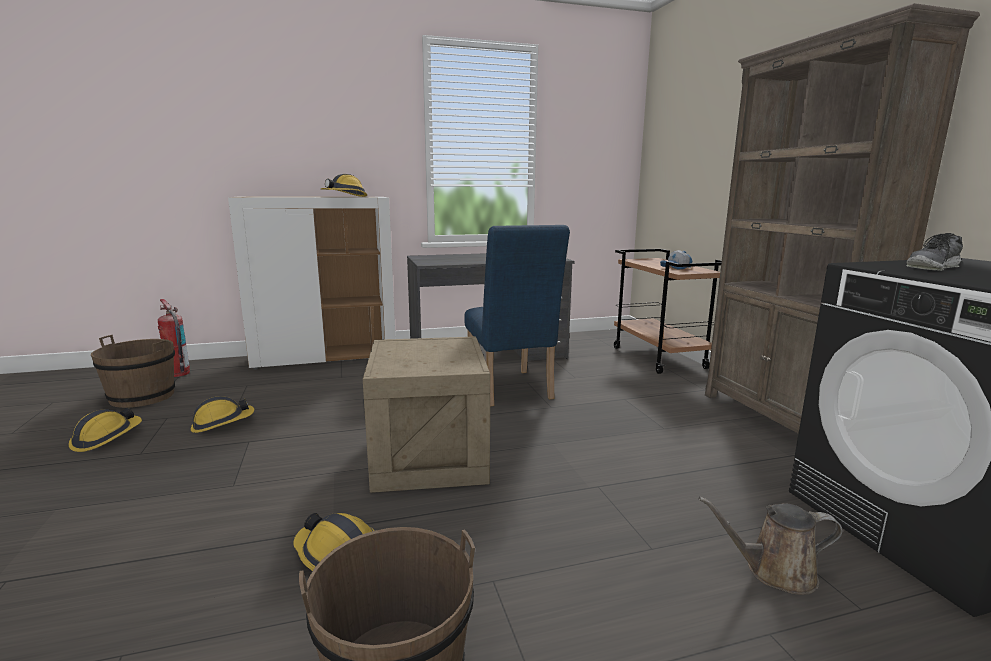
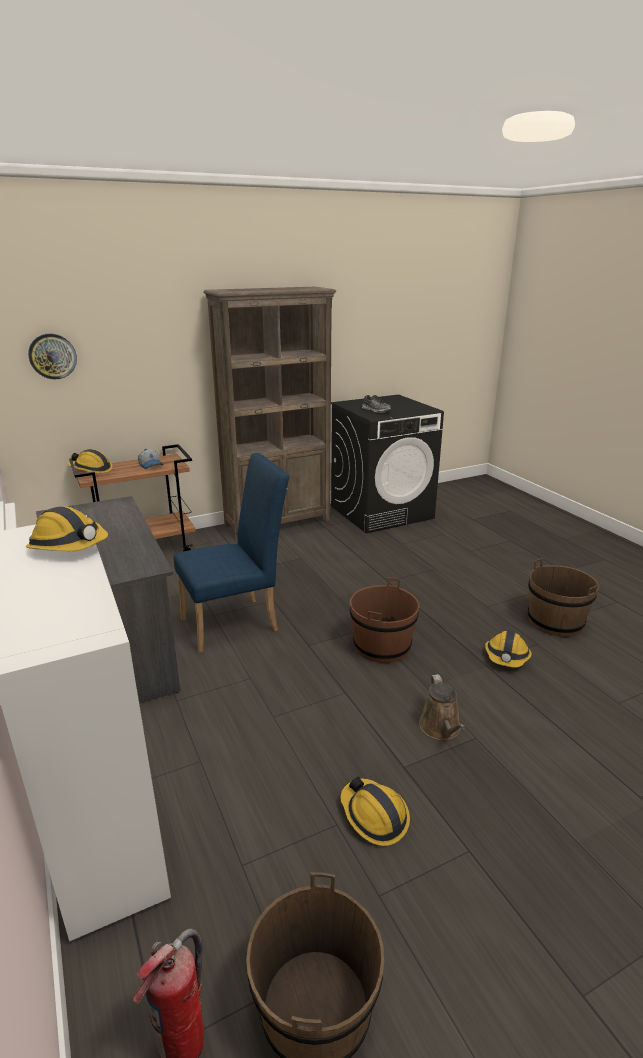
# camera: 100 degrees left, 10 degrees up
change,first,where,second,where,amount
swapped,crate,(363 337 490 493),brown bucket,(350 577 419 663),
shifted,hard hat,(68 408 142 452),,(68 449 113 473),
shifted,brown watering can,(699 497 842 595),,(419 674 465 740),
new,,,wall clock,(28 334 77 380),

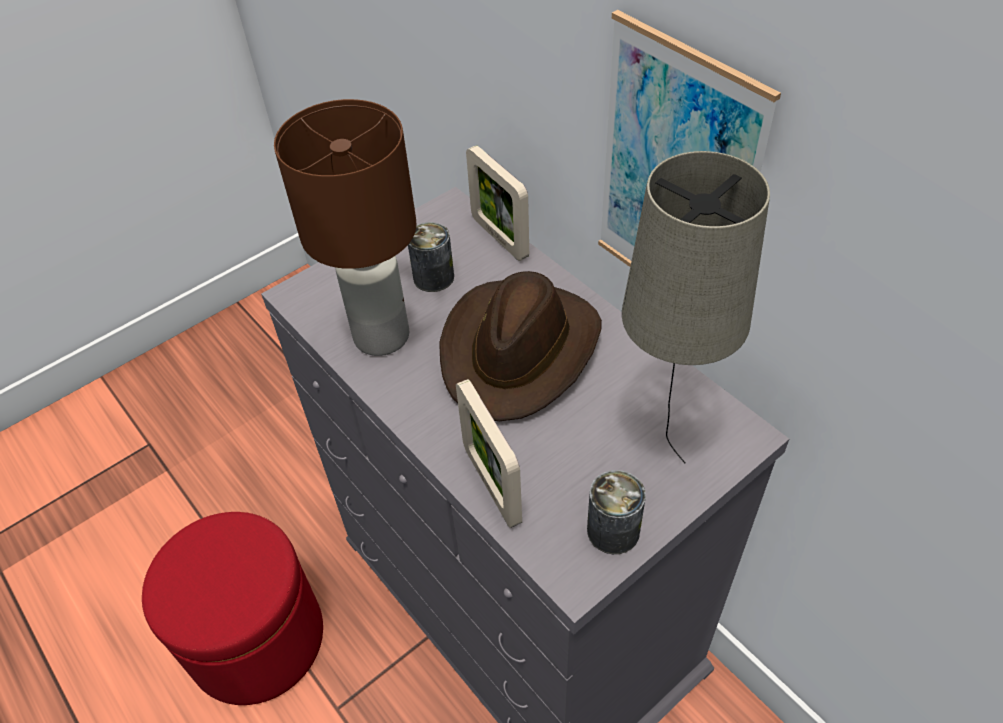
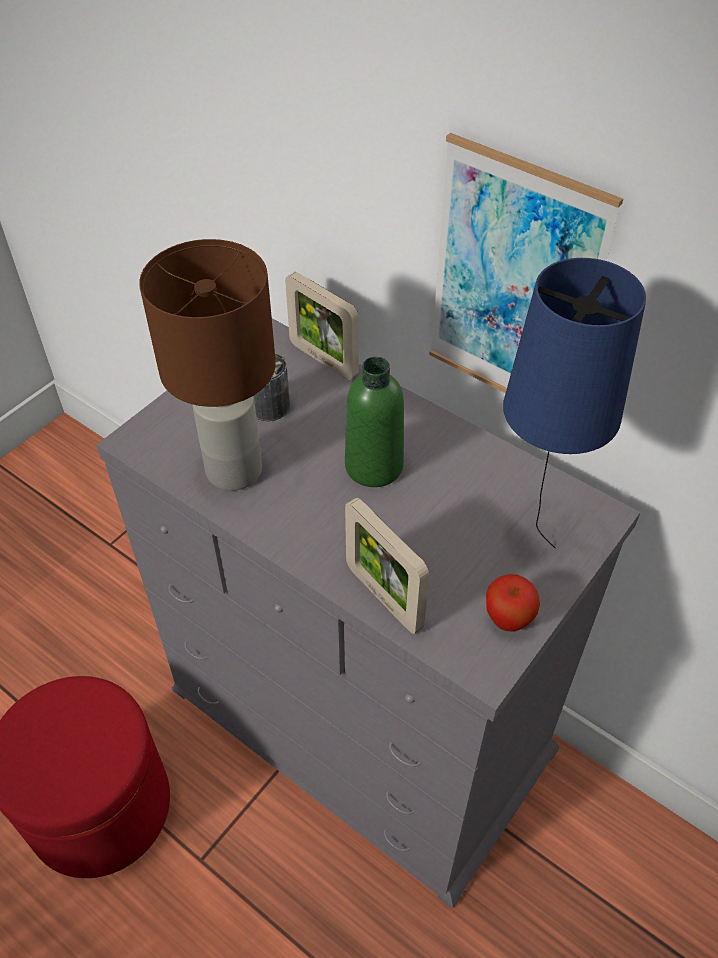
# camera: 15 degrees left, 0 degrees up
change,first,where,second,where,amount
repainted,beige table lamp,(622 151 770 463),blue table lamp,(503 258 646 549),
swapped,brown hat,(439 271 602 421),green bottle,(345 357 404 487),
swapped,can,(587 470 646 554),apple,(486 574 540 632),

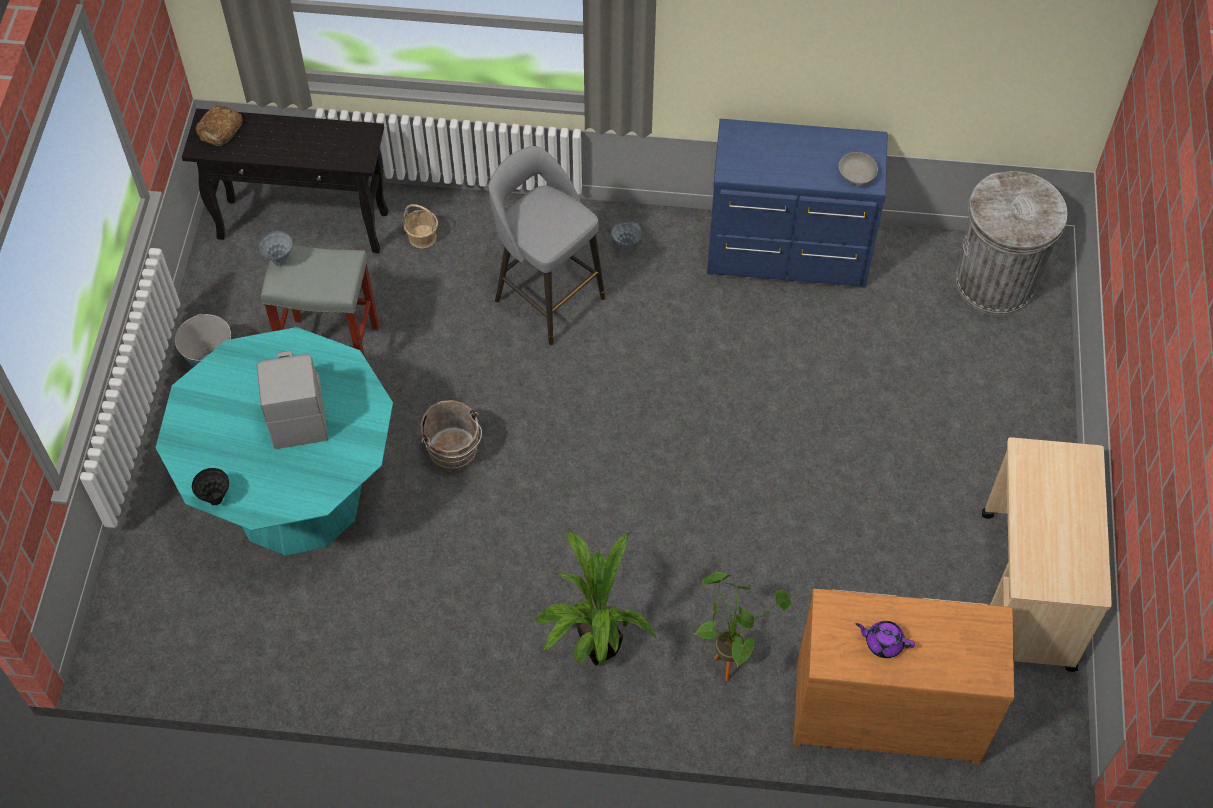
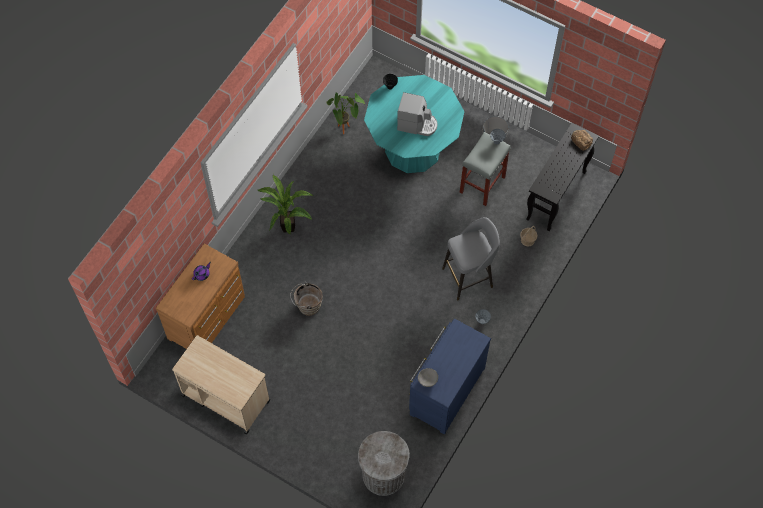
# camera: 115 degrees right, 5 degrees up
change,first,where,second,where,amount
shifted,brown bucket,(421 400 482 472),,(290 282 323 316),
shifted,potted plant,(695 572 791 681),,(327 92 365 134),

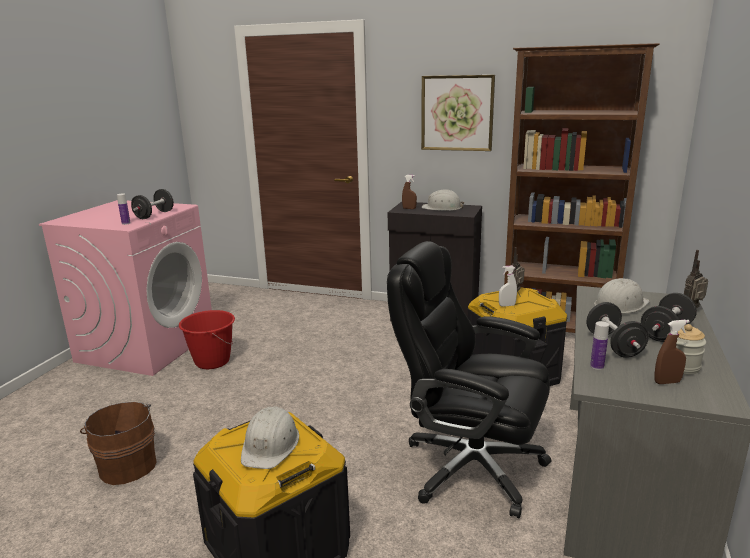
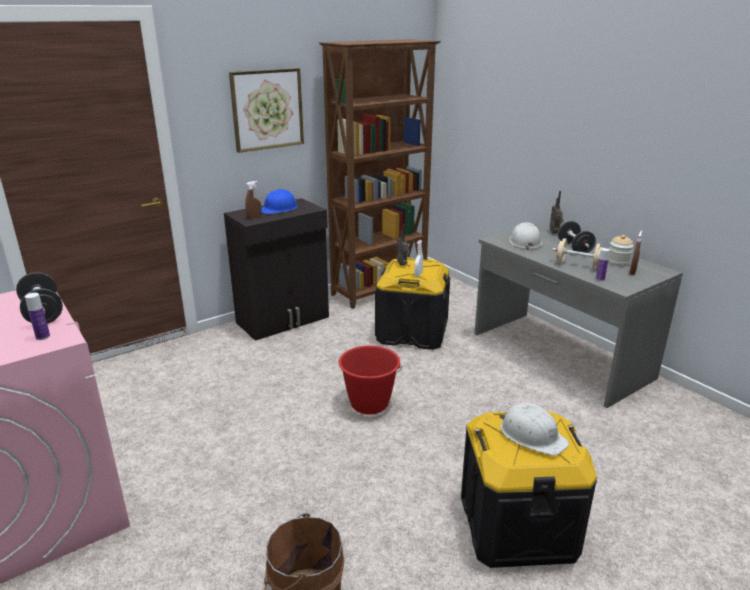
# camera: 55 degrees left, 5 degrees up
change,first,where,second,where,amount
repainted,white hard hat,(422 189 465 211),blue hard hat,(261 189 297 214),
gone,black office chair,(387 241 552 518),,,
repainted,black dumbbell,(586 302 649 358),beige dumbbell,(552 238 603 269),
shifted,red bucket,(179 310 235 369),,(338 345 402 415),

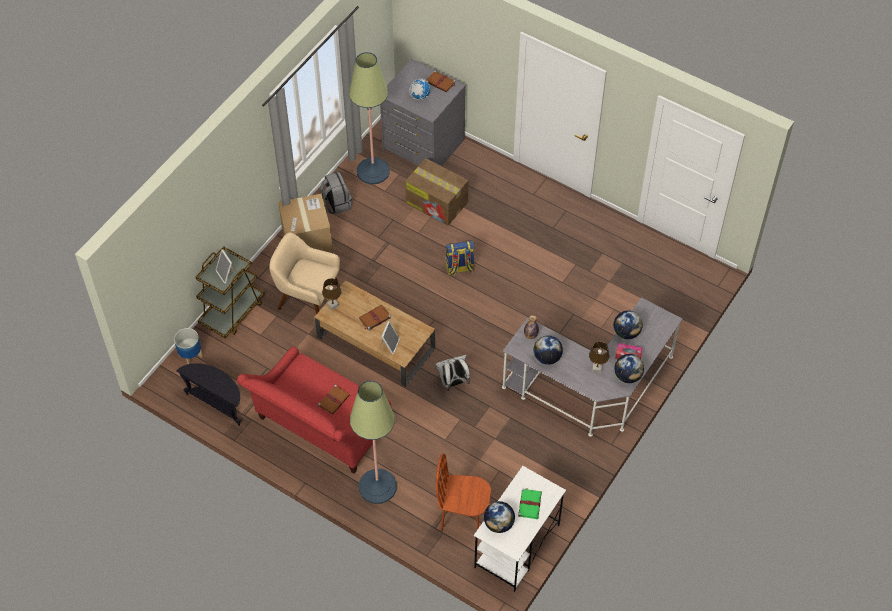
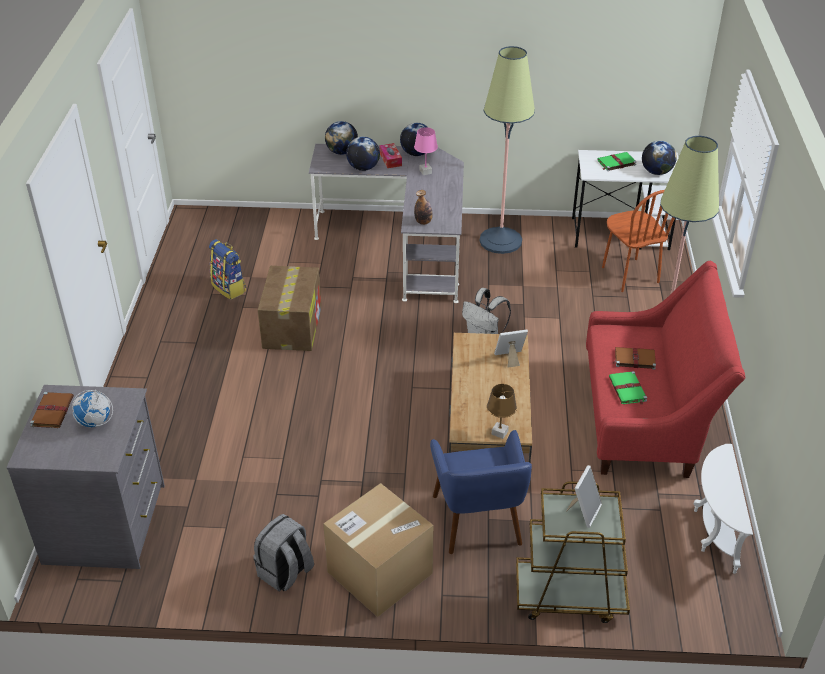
# camera: 120 degrees left, 15 degrees down
change,first,where,second,where,amount
shifted,floor lamp,(349 52 390 184),,(480 46 535 254),
shifted,cardboard box,(405 158 468 226),,(258 266 322 351),
repainted,beige armchair,(269 232 340 315),blue armchair,(430 430 532 554),
shifted,backpack,(445 240 475 275),,(209 239 246 300),
gone,brown book,(359 305 391 331),,,
gone,planter,(174 328 203 364),,,
shifted,globe,(534 335 563 365),,(325 121 358 155),
repainted,brown table lamp,(589 341 609 373),pink table lamp,(414 127 438 175),
repainted,black side table,(176 363 241 426),white side table,(693 444 753 574),
new,,,green book,(609 371 647 405),

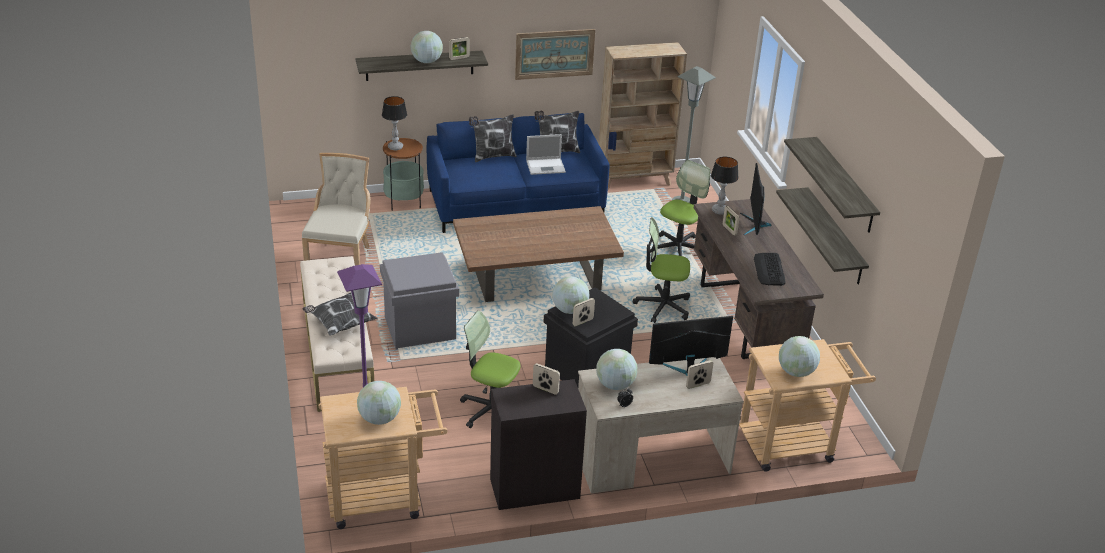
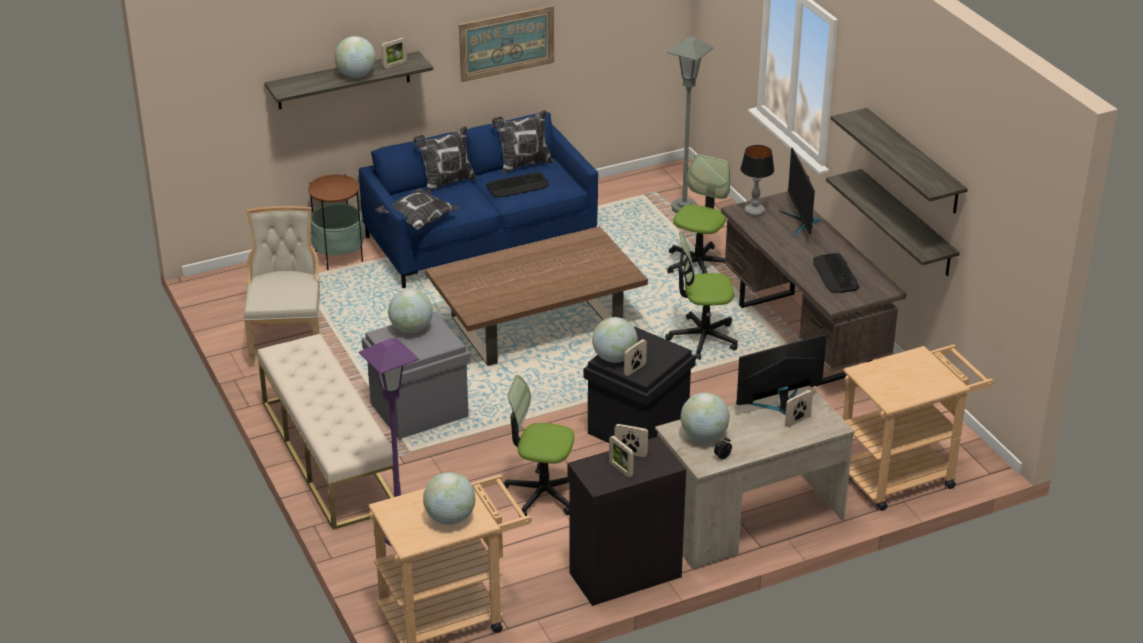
# camera: 10 degrees left, 0 degrees up
change,first,where,second,where,amount
gone,beige bookcase,(599 42 687 190),,,
gone,table lamp,(382 96 407 150),,,
swapped,laptop,(526 134 566 175),keyboard,(486 172 549 197),
shifted,picture frame,(723 206 740 236),,(609 435 634 478),
shifted,pillow,(303 293 378 336),,(376 188 459 230),
shifted,globe,(779 336 820 377),,(388 289 433 333),

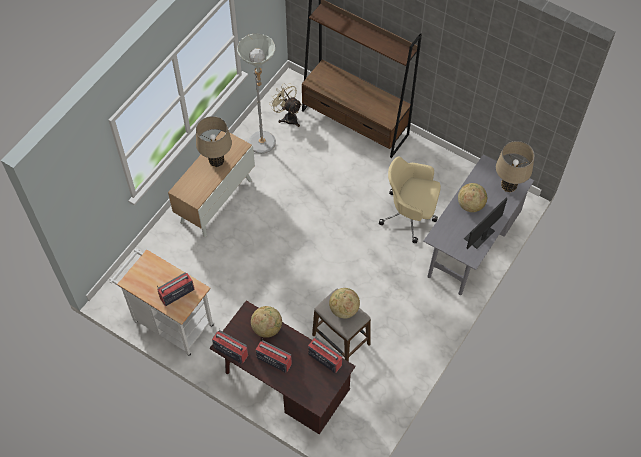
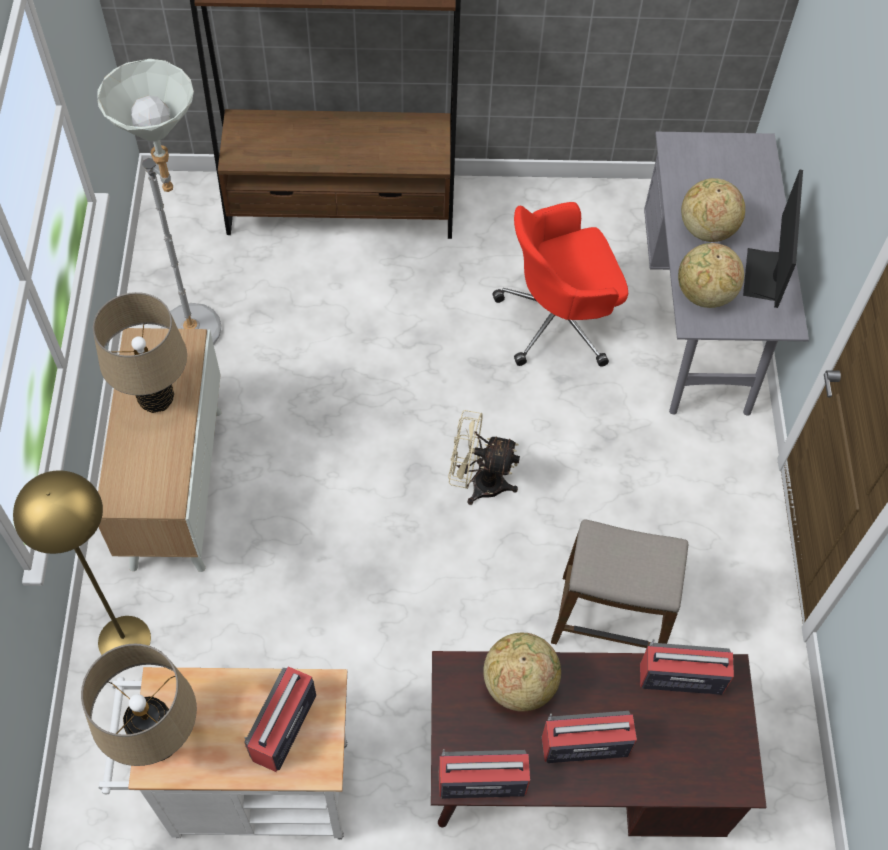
# camera: 35 degrees left, 0 degrees up
change,first,where,second,where,amount
shifted,beige fan,(269 83 302 127),,(448 410 520 505),
shifted,beige table lamp,(496 141 534 192),,(81 644 197 766),
repainted,beige office chair,(379 156 441 243),red office chair,(493 202 628 367),
shifted,globe,(329 288 360 318),,(678 243 744 308),
new,,,yellow floor lamp,(13 470 151 655),

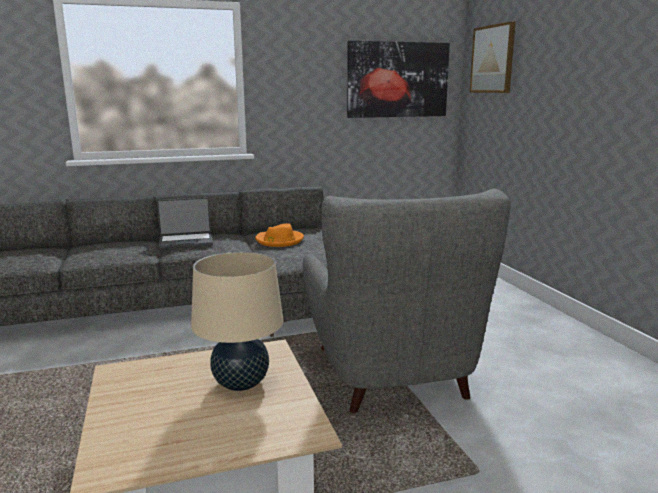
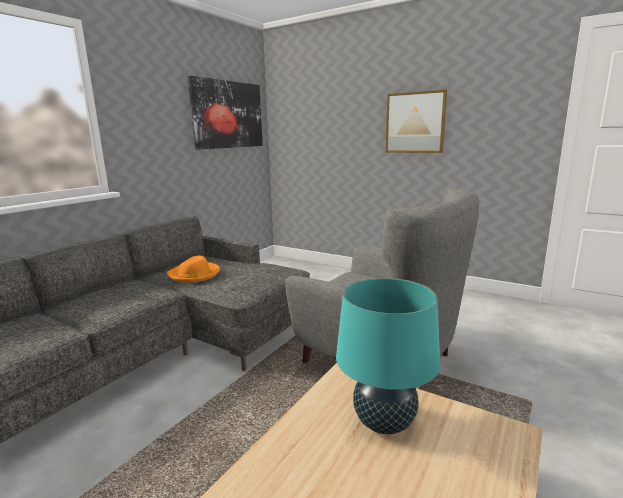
# camera: 40 degrees left, 0 degrees up
change,first,where,second,where,amount
shifted,picture,(470 21 516 93),,(386 90 447 153),
gone,laptop,(157 197 213 249),,,
repainted,beige table lamp,(191 252 283 391),turquoise table lamp,(336 278 440 434),

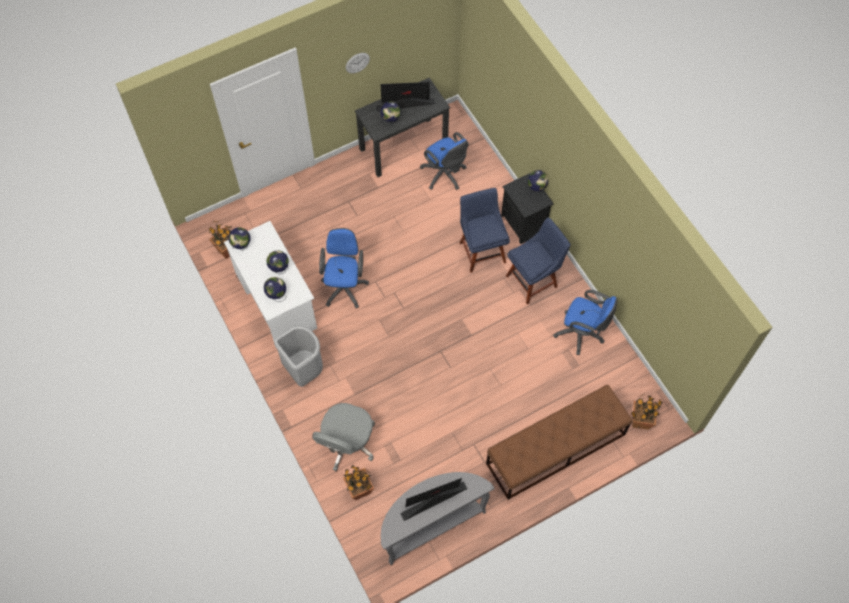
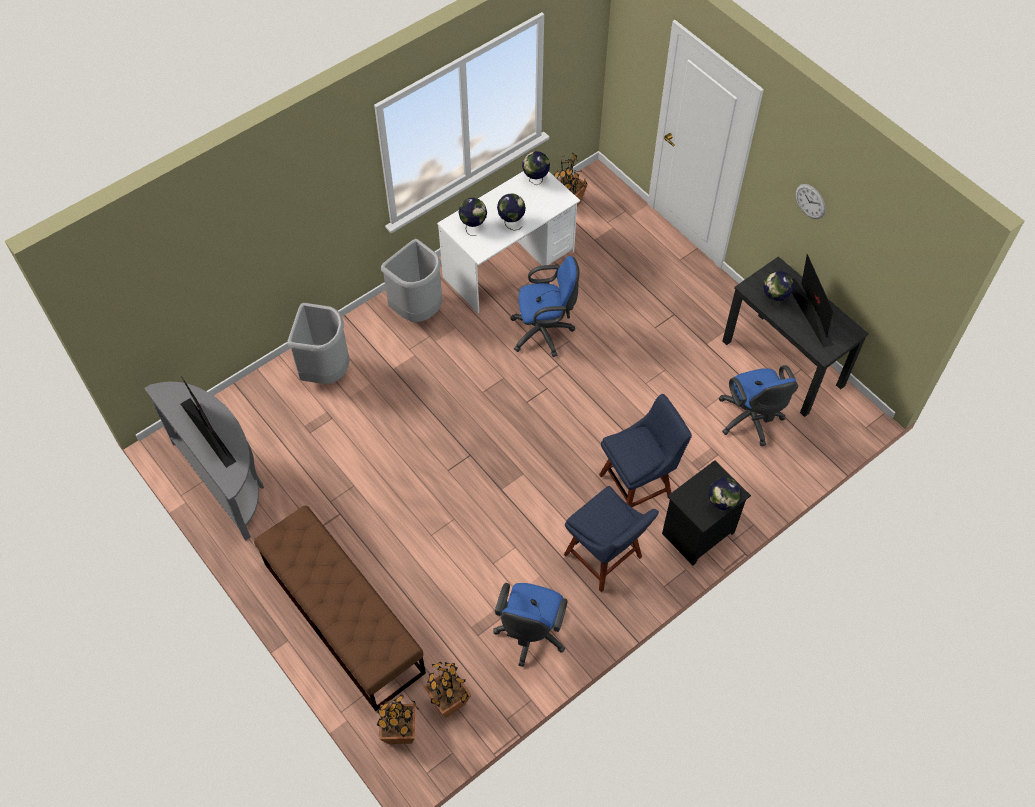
# camera: 80 degrees right, 5 degrees down
change,first,where,second,where,amount
rotated,blue office chair,(420 132 469 190),,(719 365 798 446),60 degrees counterclockwise
swapped,grey office chair,(312 403 375 471),grey trash can,(287 303 349 384),
shifted,potted plant,(343 465 374 500),,(424 662 471 718),

